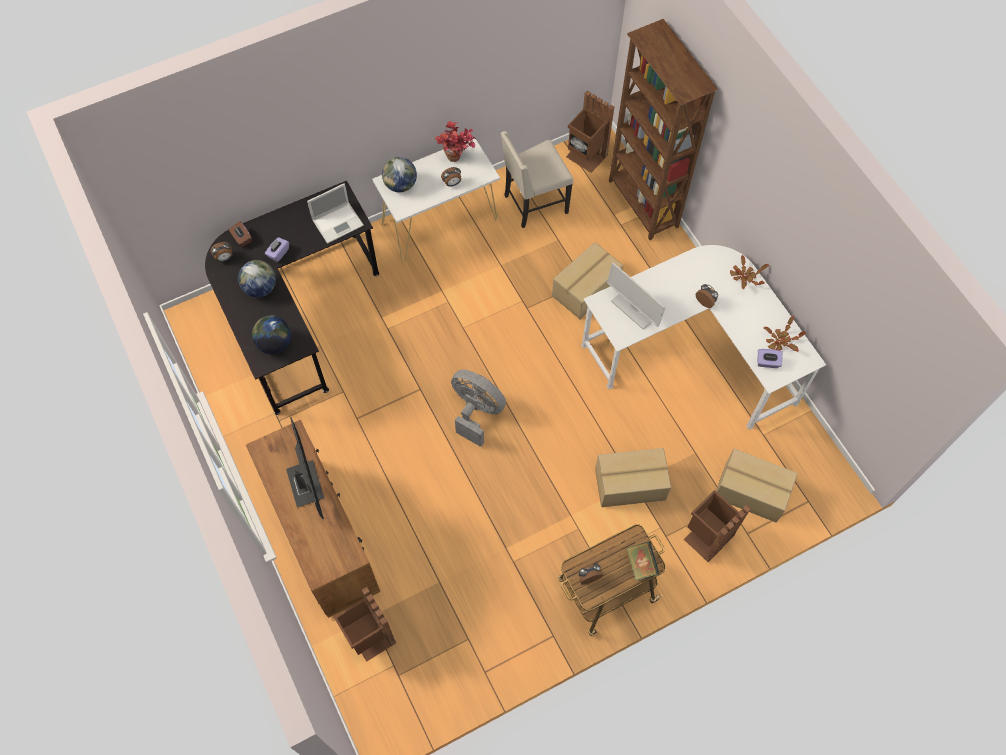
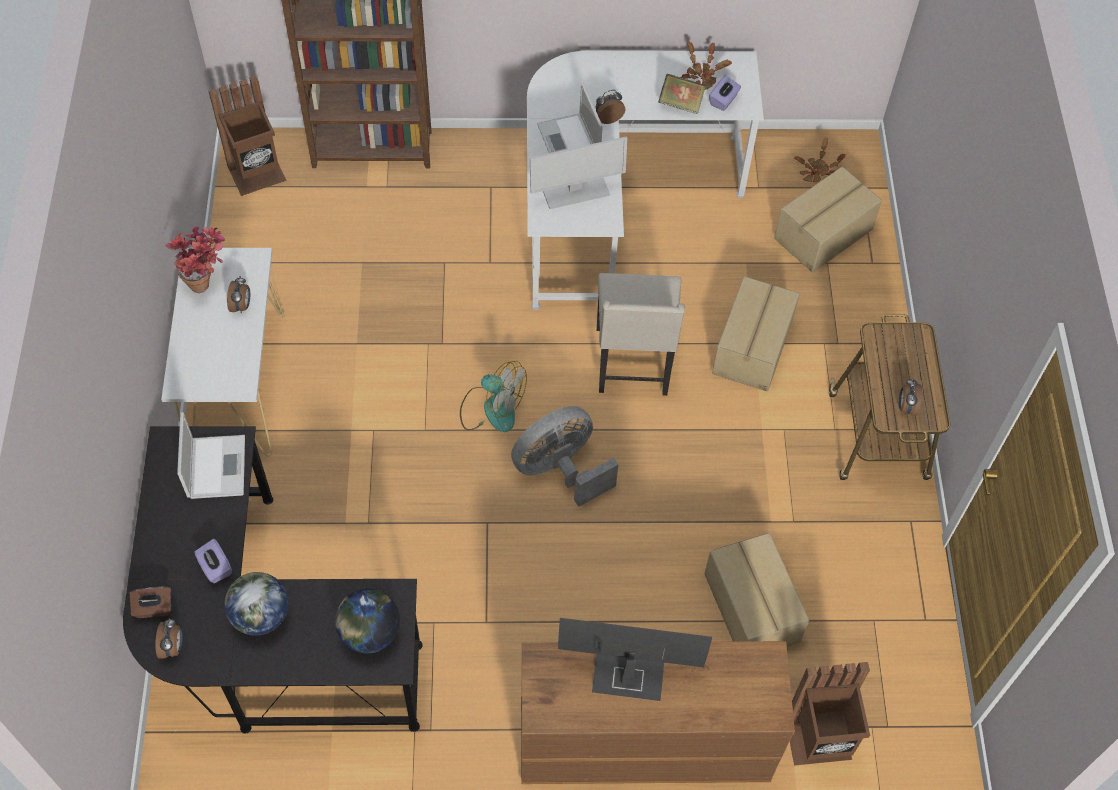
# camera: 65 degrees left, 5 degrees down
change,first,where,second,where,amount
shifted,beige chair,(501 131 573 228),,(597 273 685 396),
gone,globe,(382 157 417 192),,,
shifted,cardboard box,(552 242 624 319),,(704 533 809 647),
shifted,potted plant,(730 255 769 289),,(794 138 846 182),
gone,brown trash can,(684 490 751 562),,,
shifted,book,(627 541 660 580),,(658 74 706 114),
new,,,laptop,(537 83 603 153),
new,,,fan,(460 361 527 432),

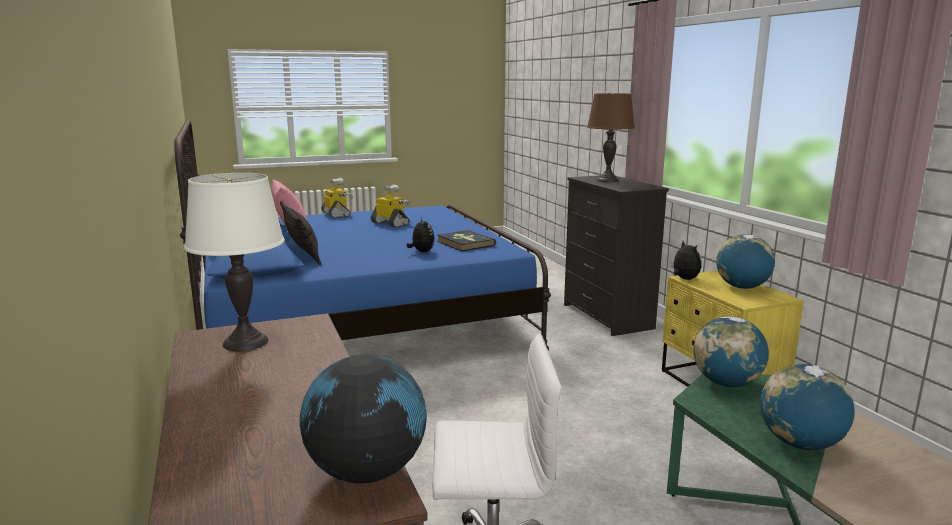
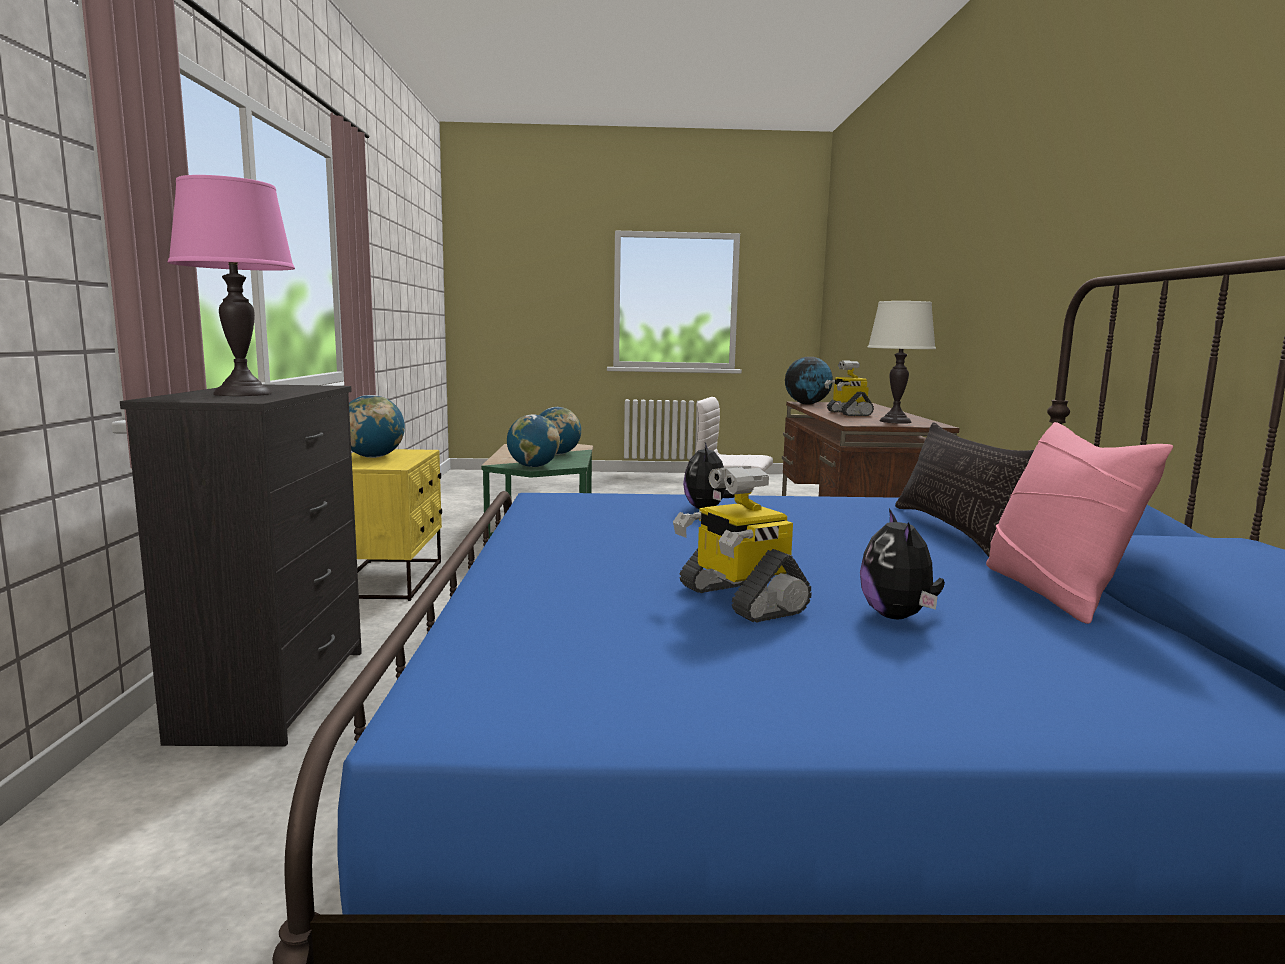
# camera: 160 degrees left, 5 degrees down
change,first,where,second,where,amount
repainted,brown table lamp,(587 93 635 182),pink table lamp,(168 175 295 396),
shifted,toy robot,(321 178 353 218),,(825 360 874 416),
gone,book,(437 230 496 251),,,
shifted,plush toy,(669 240 701 280),,(860 508 945 619),

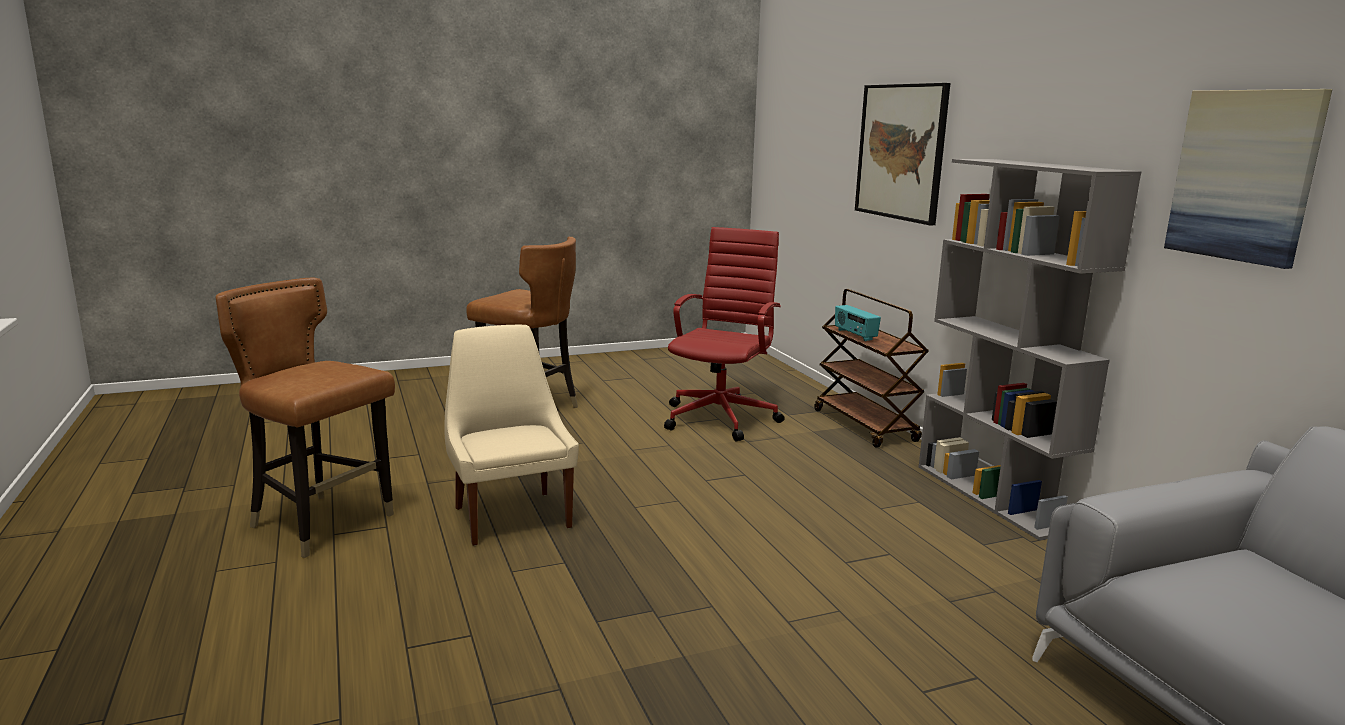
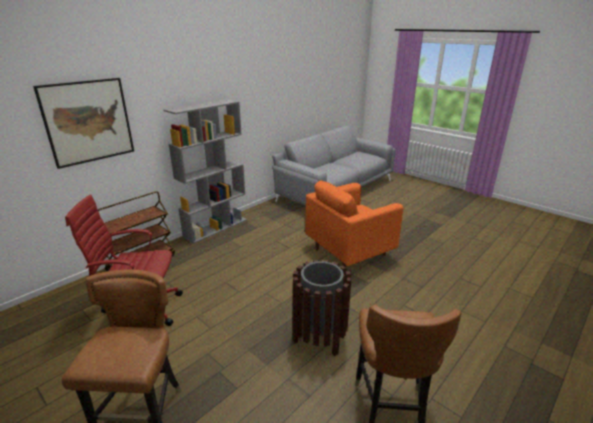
# camera: 115 degrees left, 10 degrees up
change,first,where,second,where,amount
gone,picture,(1164 89 1332 269),,,
gone,radio,(835 305 881 341),,,
swapped,beige chair,(444 325 579 545),brown trash can,(293 260 352 356),
new,,,orange armchair,(305 180 403 267),

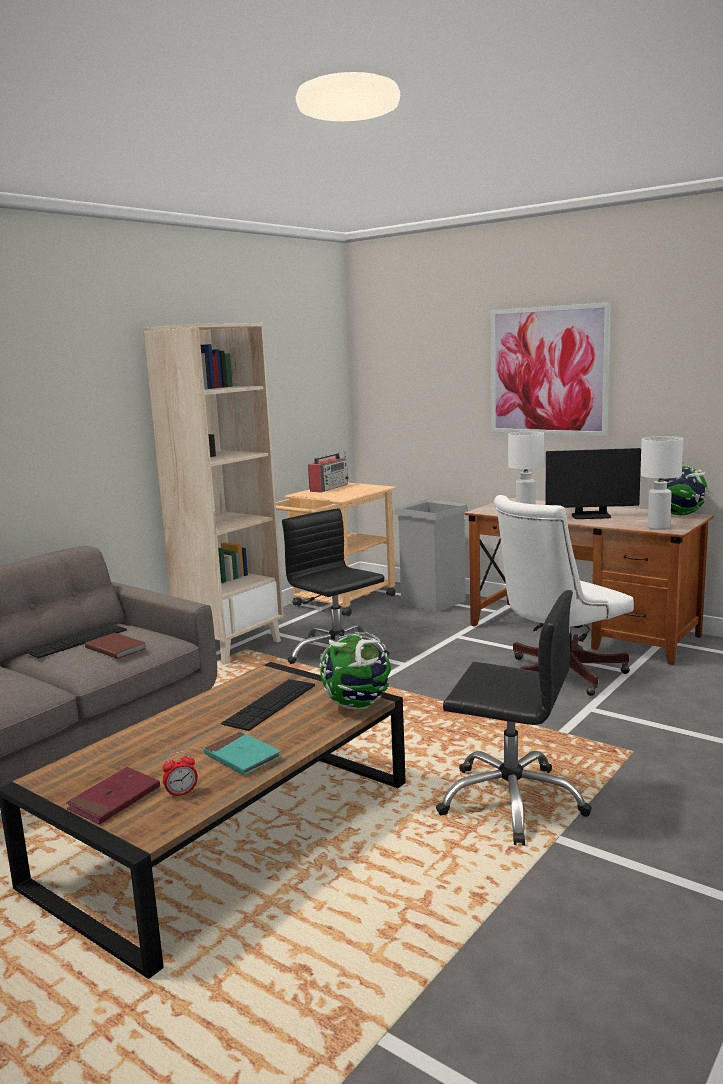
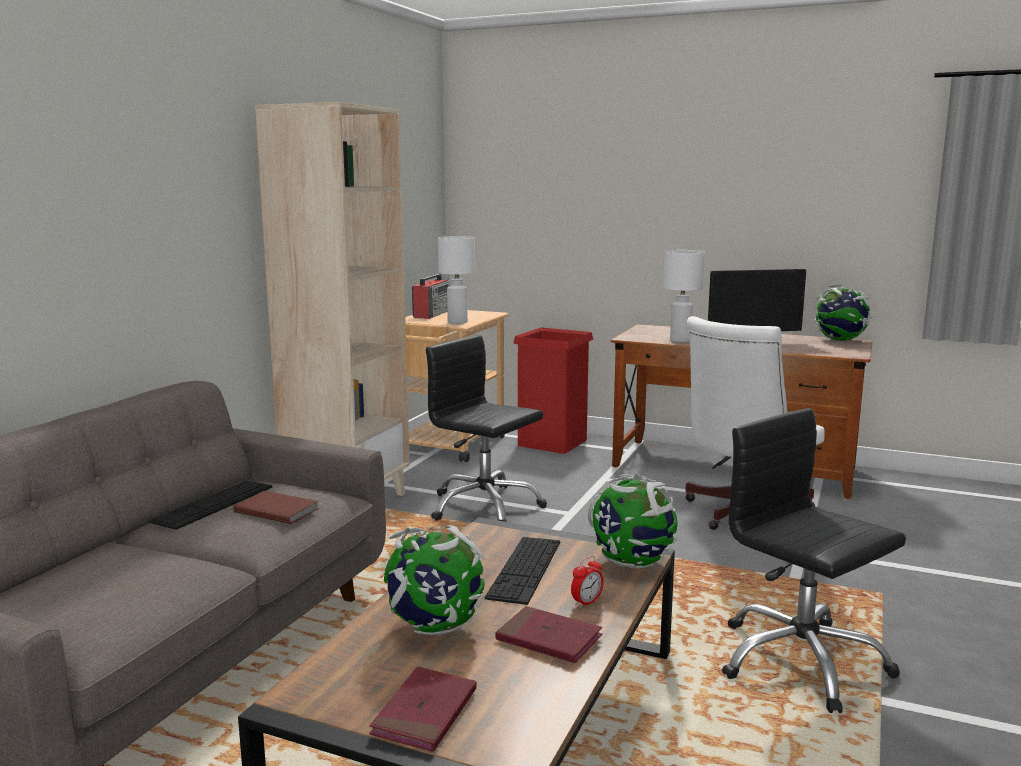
# camera: 15 degrees left, 0 degrees up
change,first,where,second,where,amount
gone,picture,(491 302 611 436),,,
shifted,white table lamp,(640 436 683 530),,(438 236 475 324),
repainted,grey trash can,(394 499 468 612),red trash can,(513 327 593 454),
rotated,black office chair,(436 590 592 845),,(722 408 906 713),135 degrees counterclockwise
repainted,turquoise book,(204 731 282 775),red book,(495 606 603 663),
shifted,alarm clock,(162 751 198 798),,(571 556 604 608),
new,,,globe,(383 525 485 636),

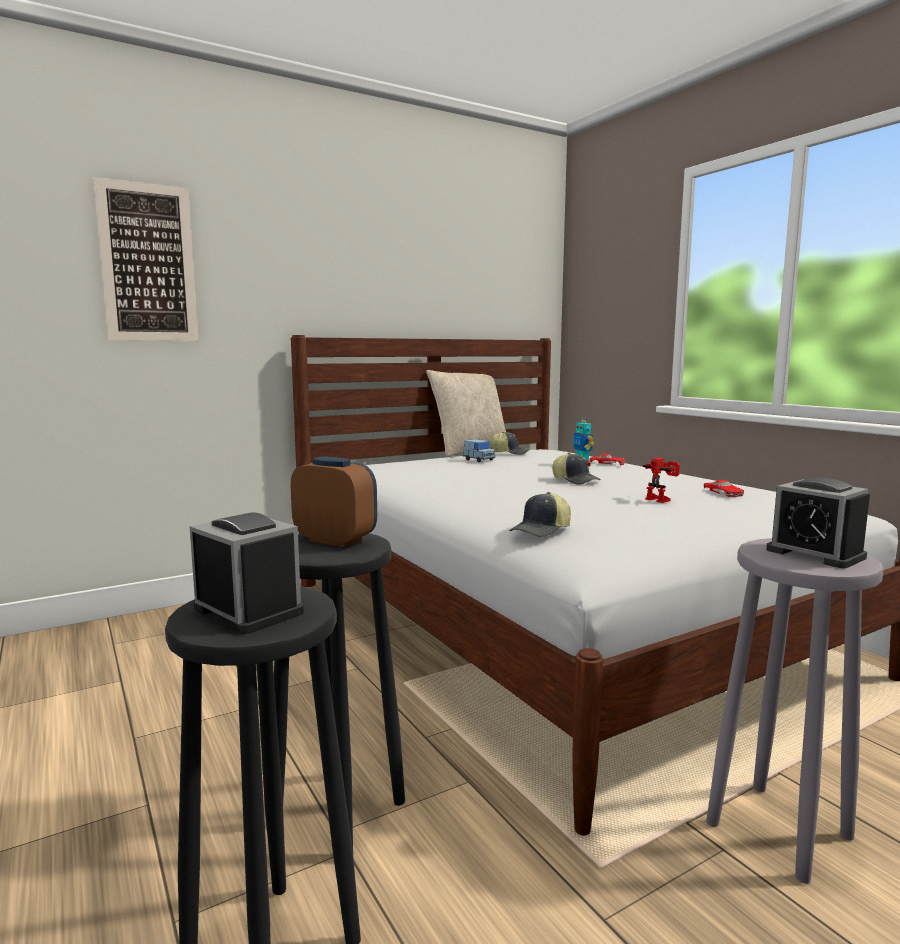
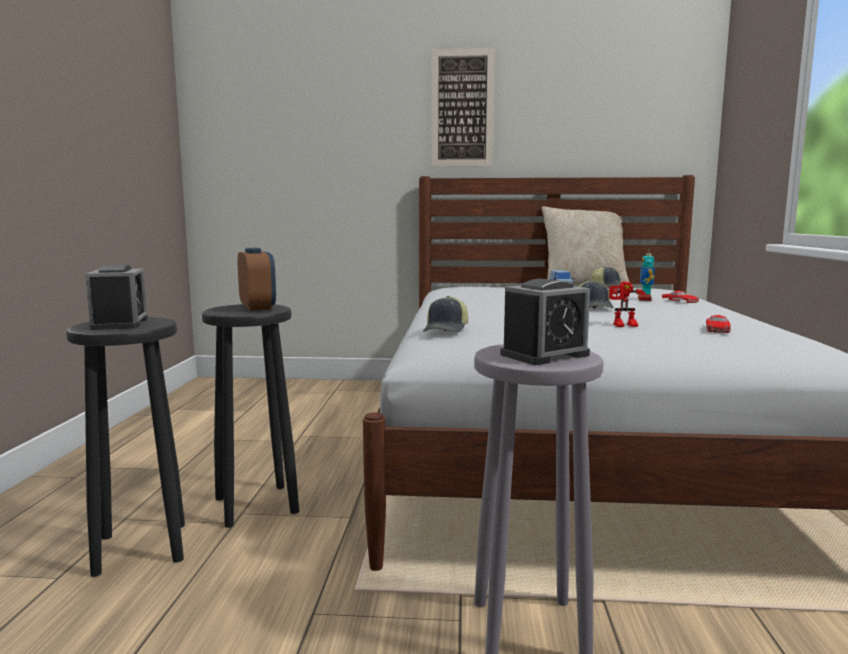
# camera: 35 degrees right, 0 degrees up
change,first,where,second,where,amount
shifted,picture,(94 177 198 341),,(431 48 495 166),
rotated,toy robot,(643 458 680 503),,(609 282 646 327),90 degrees clockwise
rotated,alarm clock,(766 478 870 568),,(500 279 590 365),120 degrees counterclockwise
rotated,cap,(509 492 571 537),,(423 296 468 333),60 degrees counterclockwise

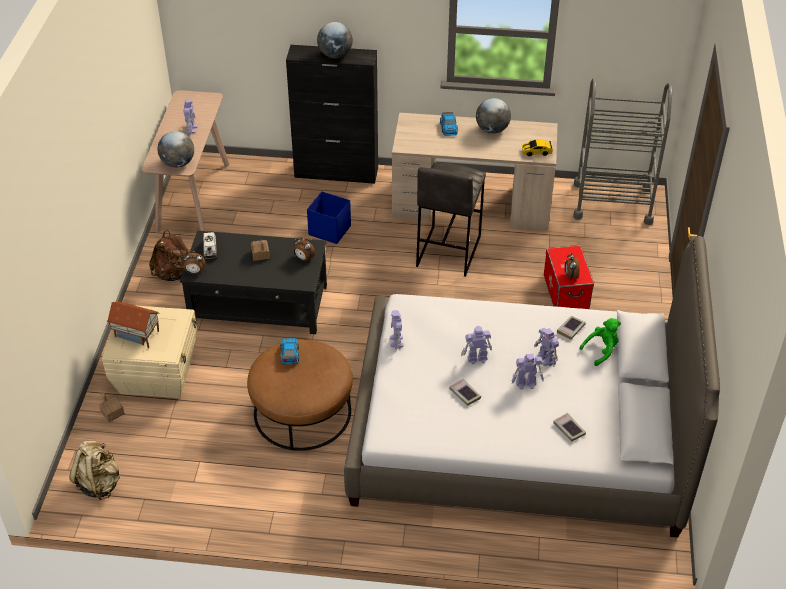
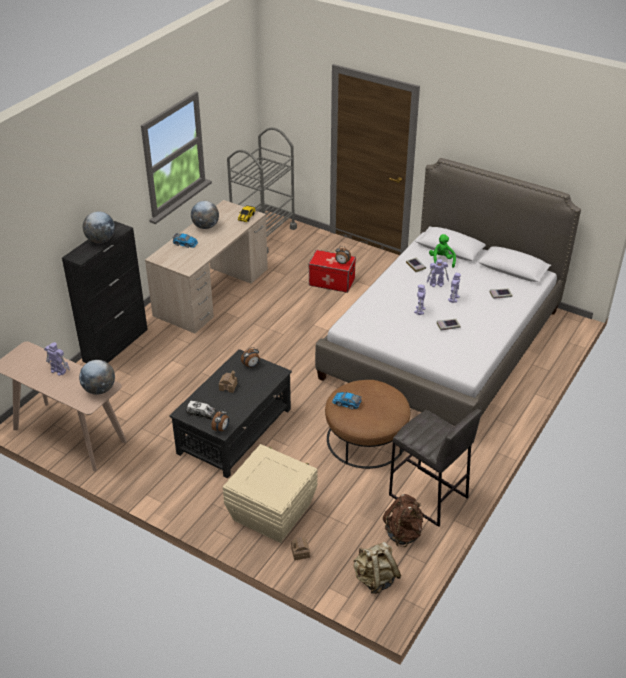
# camera: 65 degrees left, 5 degrees down
change,first,where,second,where,amount
shifted,grey stool,(416 162 486 277),,(389 409 482 527),
gone,blue storage box,(307 191 351 244),,,
shifted,brown backpack,(149 230 190 281),,(383 494 424 547),
gone,toy house,(107 302 159 349),,,
gone,toy robot,(390 310 404 350),,,

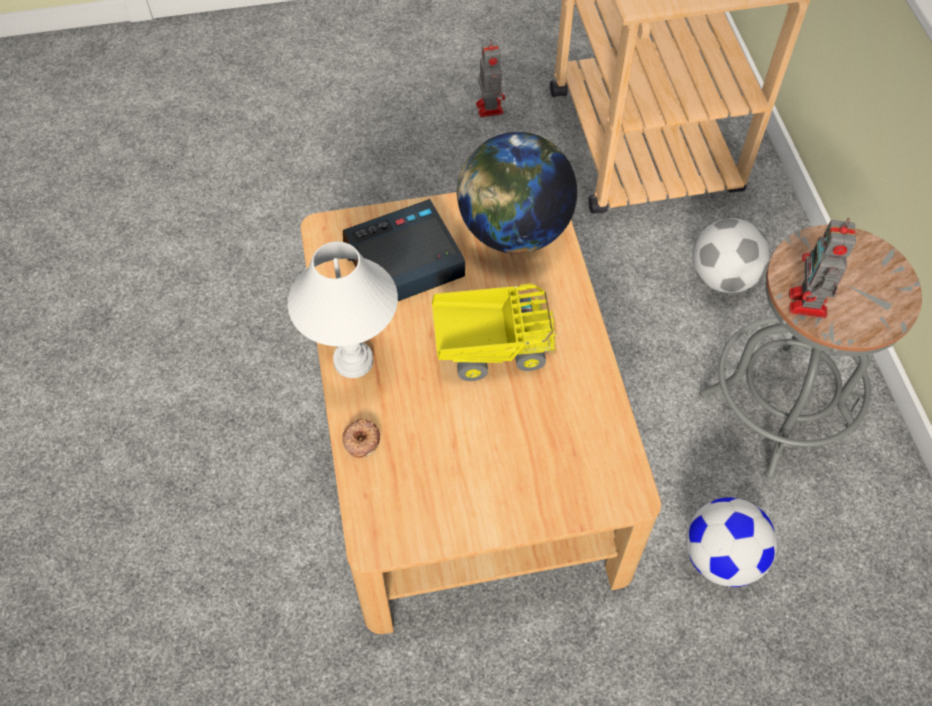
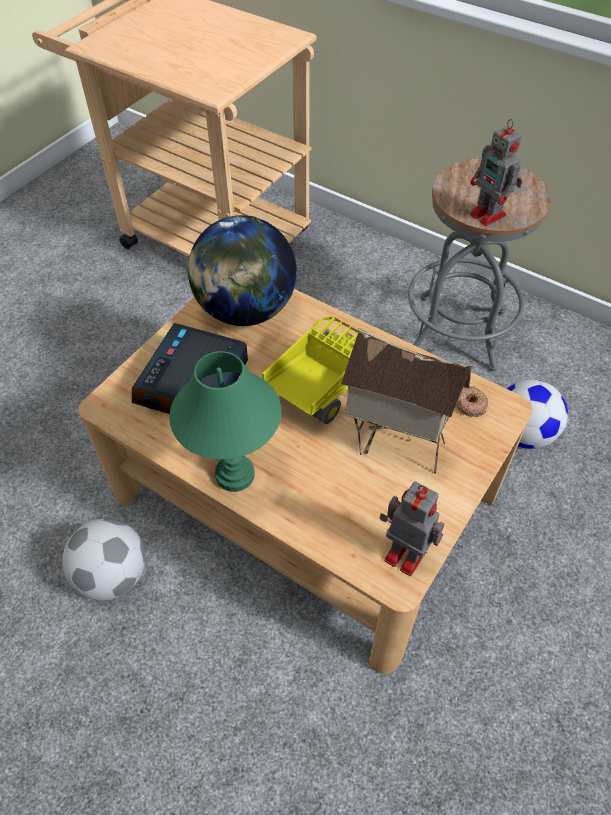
# camera: 45 degrees left, 5 degrees down
change,first,where,second,where,amount
shifted,toy robot,(476 39 505 117),,(380 482 444 576),
shifted,football,(693 218 770 293),,(62 519 145 601),
repainted,white table lamp,(287 241 398 378),green table lamp,(169 351 281 492),
shifted,donut,(342 419 380 458),,(456 386 488 417),
new,,,toy house,(341 328 473 474),

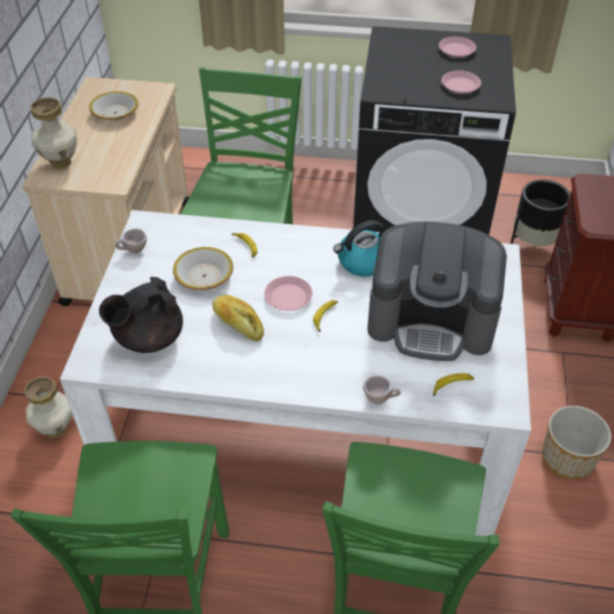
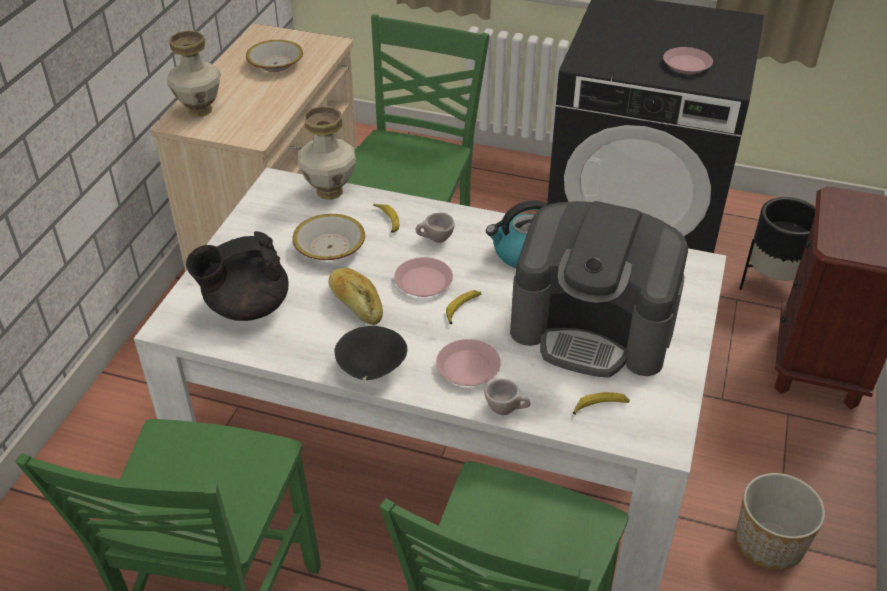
# camera: 10 degrees right, 5 degrees down
change,first,where,second,where,amount
shifted,pink plate,(439 36 476 58),,(436 339 501 386),
shifted,beige cup,(115 228 147 253),,(416 212 455 243),
shifted,vase,(25 377 72 438),,(298 106 356 200),
new,,,black bowl,(335 326 407 380),

